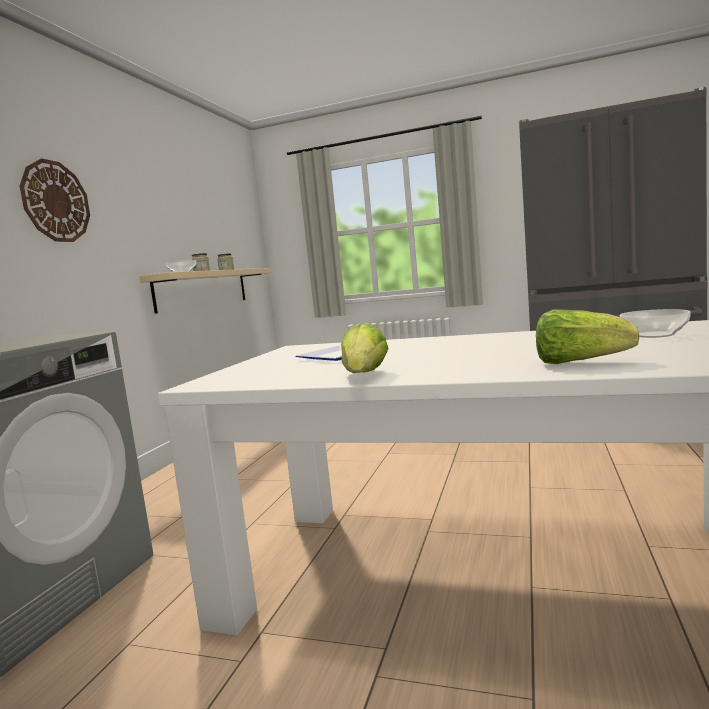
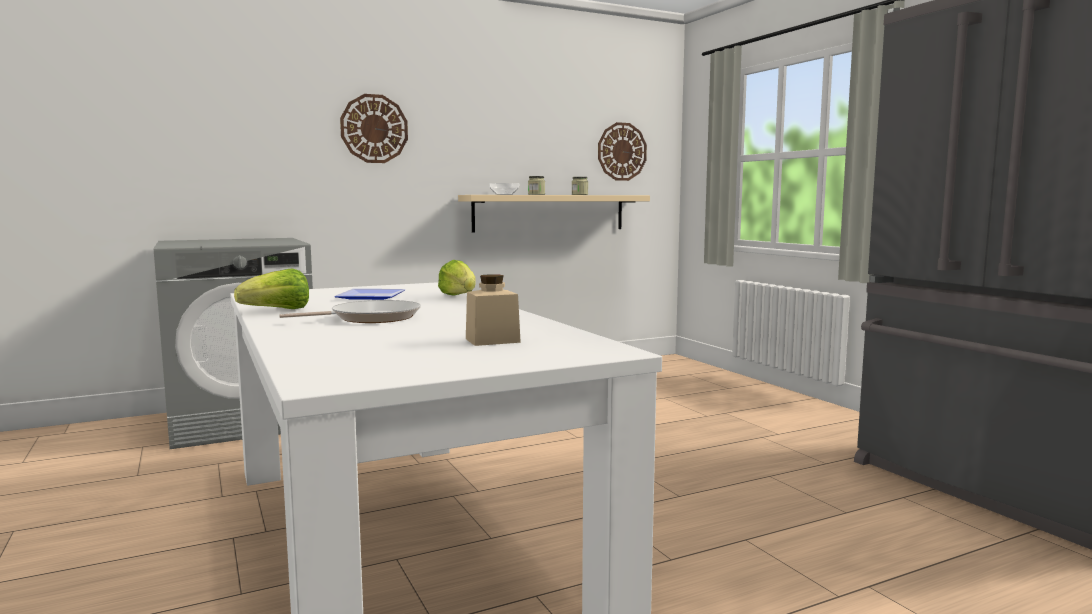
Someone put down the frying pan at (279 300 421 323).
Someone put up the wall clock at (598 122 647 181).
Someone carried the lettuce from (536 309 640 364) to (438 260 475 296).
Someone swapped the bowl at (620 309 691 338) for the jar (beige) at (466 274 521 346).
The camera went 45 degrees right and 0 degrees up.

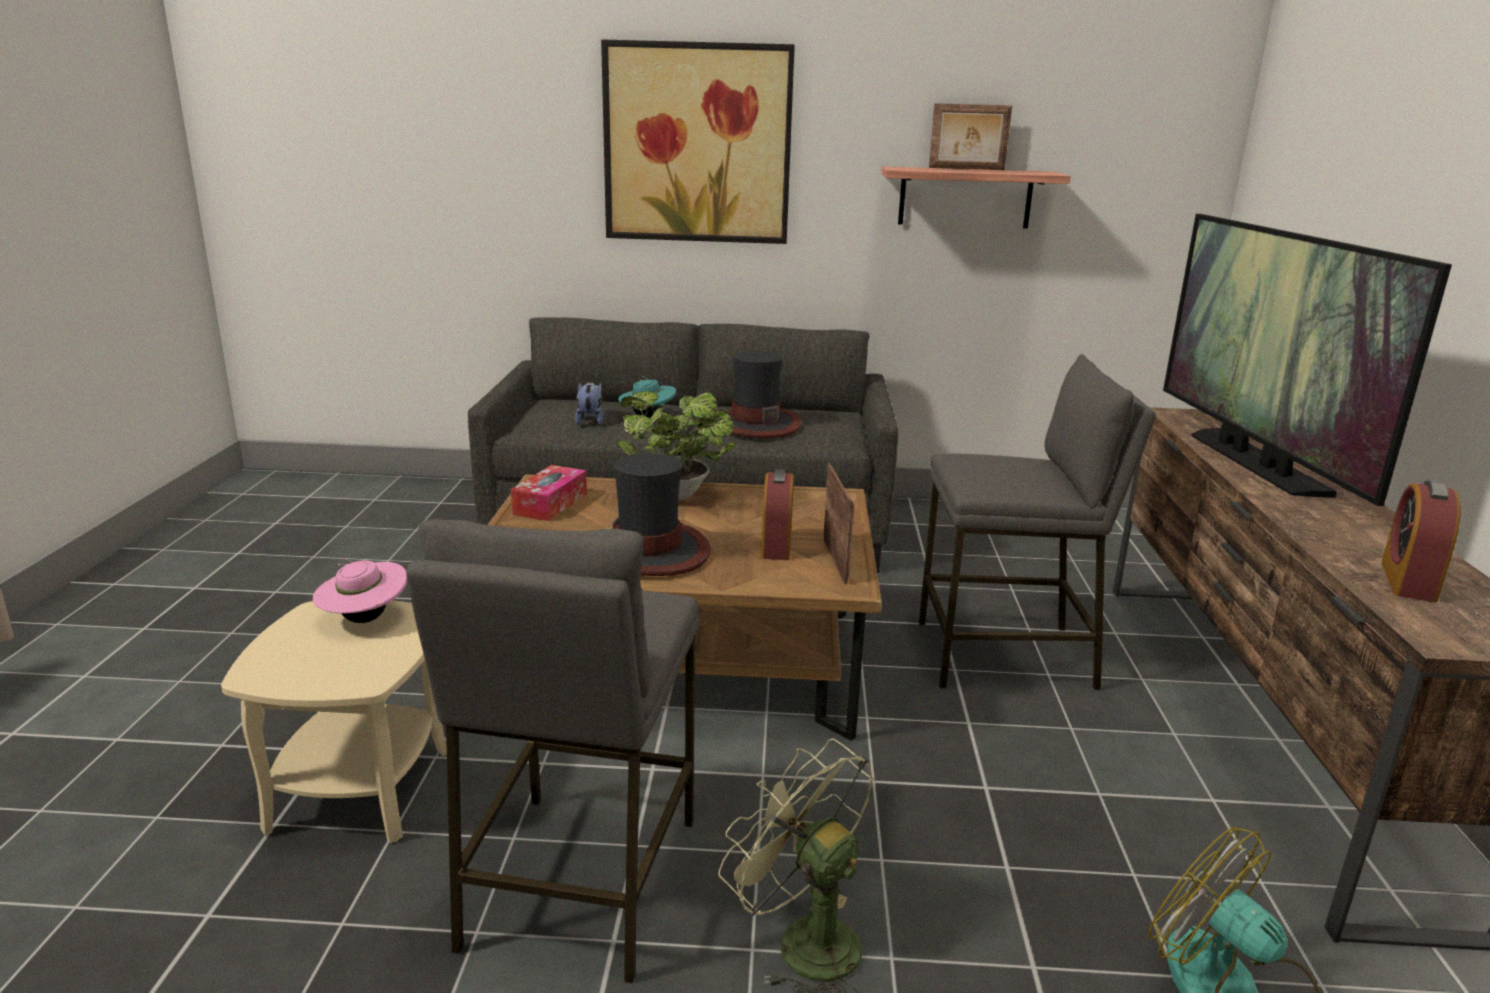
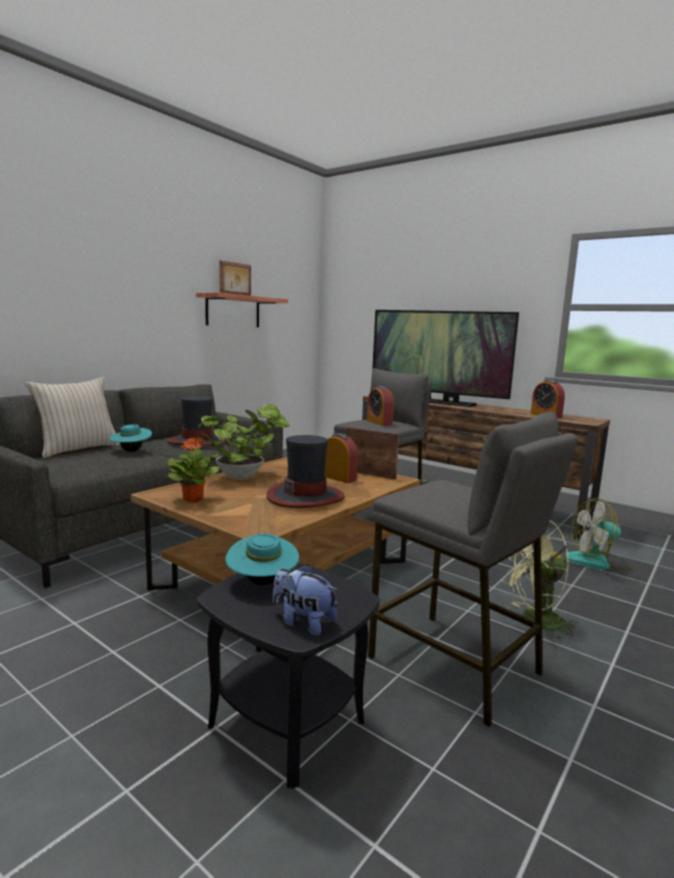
Someone took away the picture at (601 40 795 244).
Someone put down the pillow (beige) at (25 377 121 458).
Someone put down the alarm clock at (367 386 394 426).
Someone carried the plush toy from (575 382 603 425) to (273 564 338 636).
Someone swapped the tissue box at (511 465 587 521) for the potted plant at (168 437 220 502).
Someone repainted the side table (beige) at (221 600 447 843), which became the side table (black) at (197 563 380 789).
Someone repainted the hat (pink) at (313 558 407 623), which became the hat (turquoise) at (225 533 299 585).
The camera went 55 degrees left and 10 degrees down.

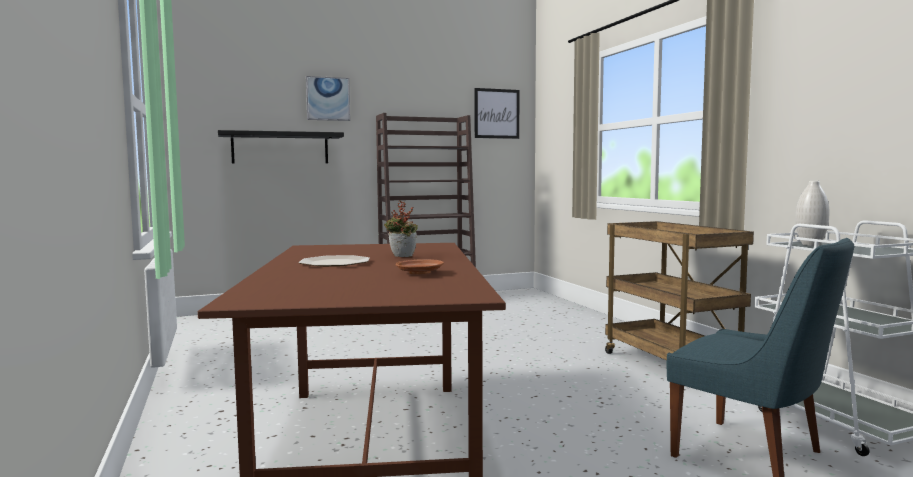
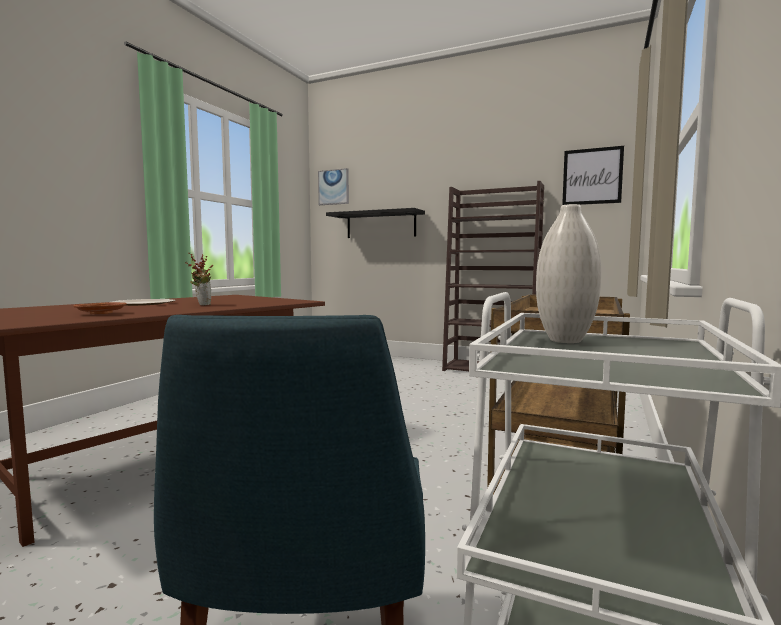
Someone carried the picture from (306 76 350 121) to (318 168 349 205).
The camera went 45 degrees right and 0 degrees up.

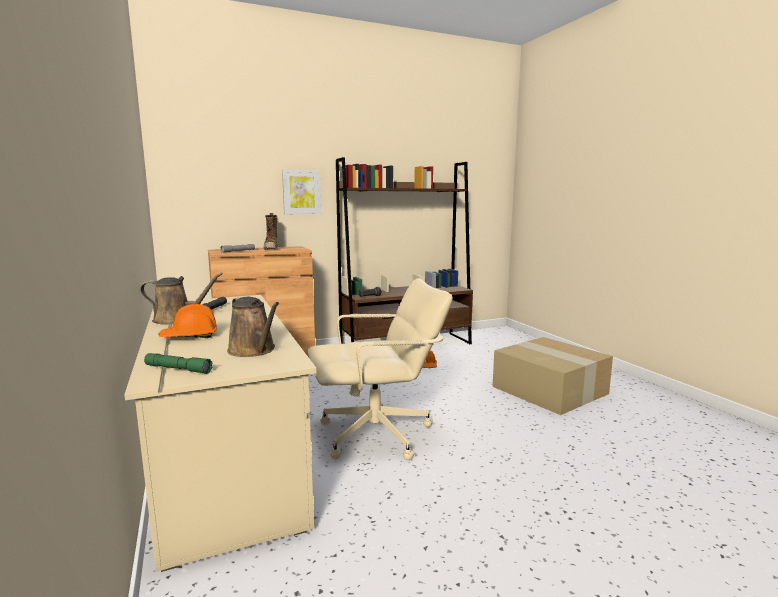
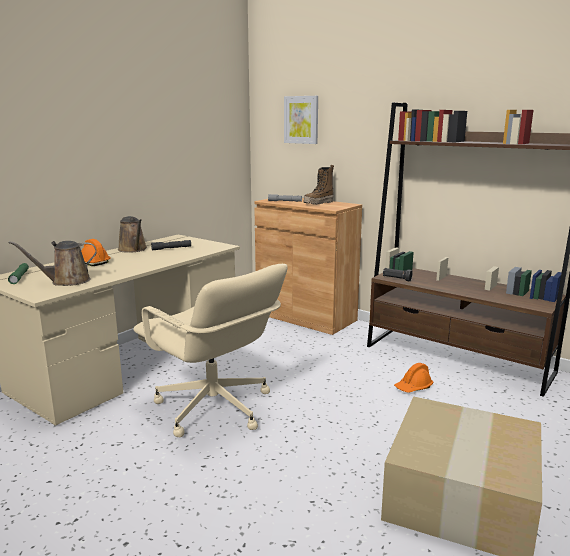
Someone carried the picture from (282 170 321 214) to (284 96 318 144).
Someone rotated the watering can (brown) at (227 297 279 357) by 45 degrees clockwise.
The camera went 60 degrees right and 5 degrees up.

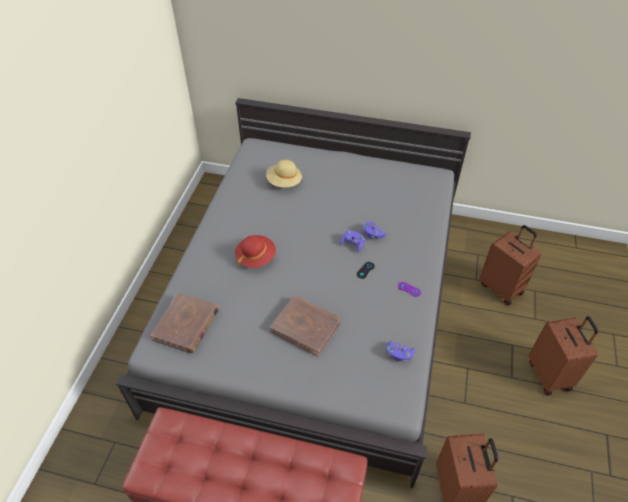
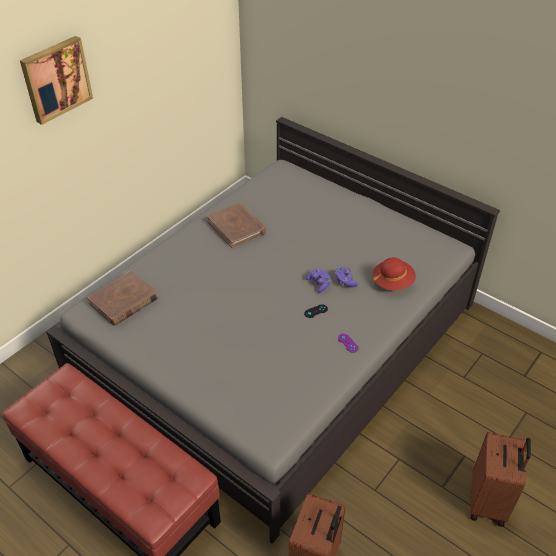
Someone took away the hat (beige) at (266 160 302 187).
Someone took away the game controller (purple) at (387 341 415 362).
Someone took away the suitcase (brown) at (480 225 541 305).
Someone put up the picture at (20 36 93 125).
Someone carried the hat (red) from (235 235 276 268) to (372 257 416 291).
Someone carried the book (brown) from (270 295 341 357) to (207 203 266 248).
The camera went 25 degrees right and 5 degrees down.

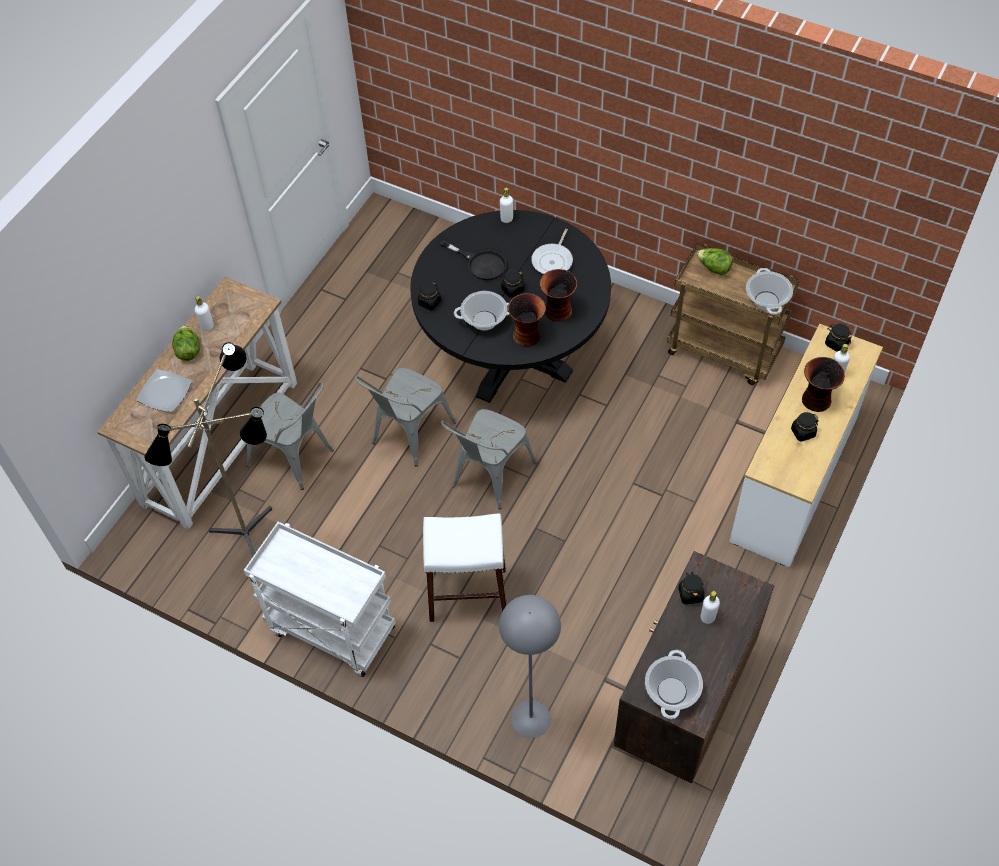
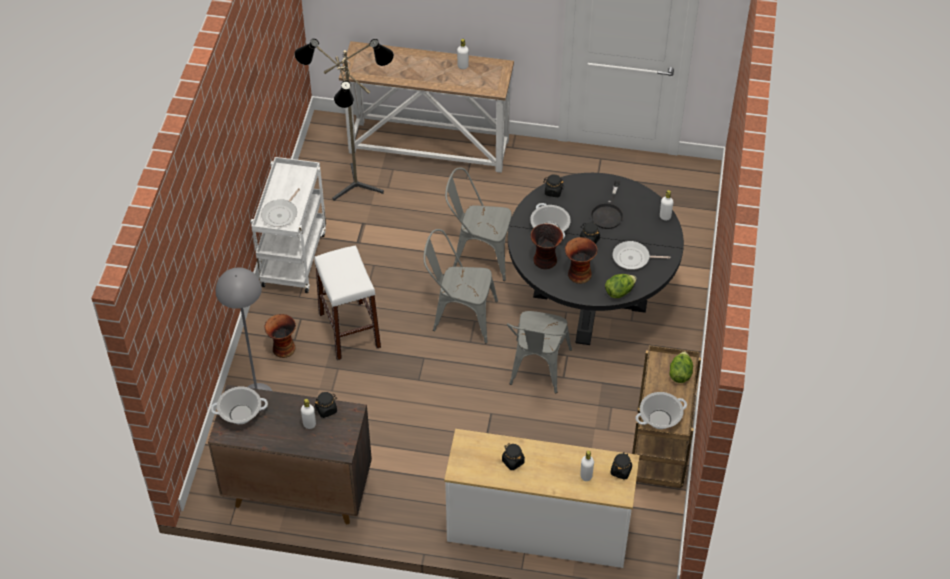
Someone took away the plate at (136 369 192 412).
Someone put down the frying pan at (261 188 300 227).
Someone carried the lettuce from (172 325 200 361) to (605 274 637 298).
Someone carried the chair (grey) from (247 381 334 490) to (507 311 572 393).
Someone carried the vase from (802 357 845 412) to (264 314 296 358).
The camera went 70 degrees right and 5 degrees down.

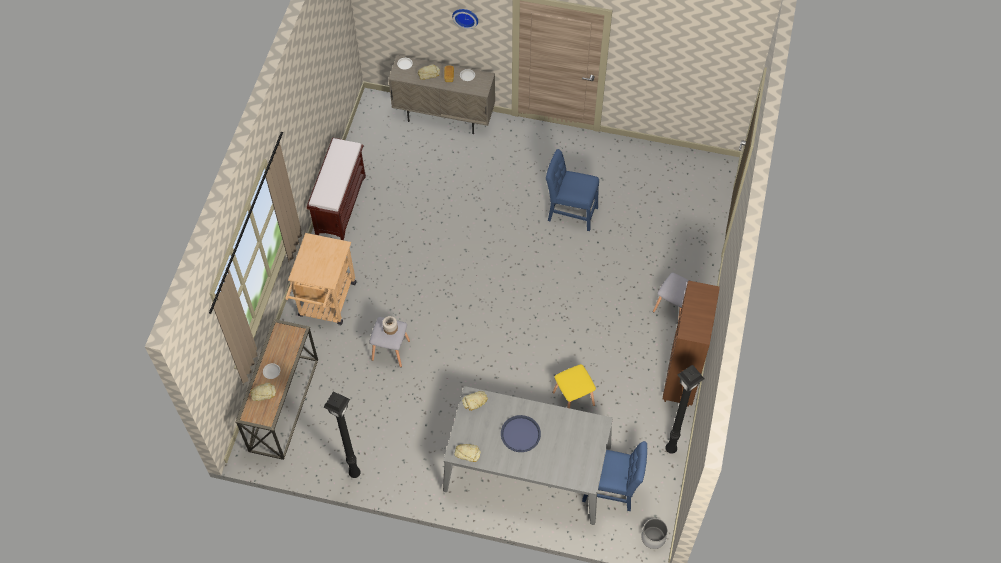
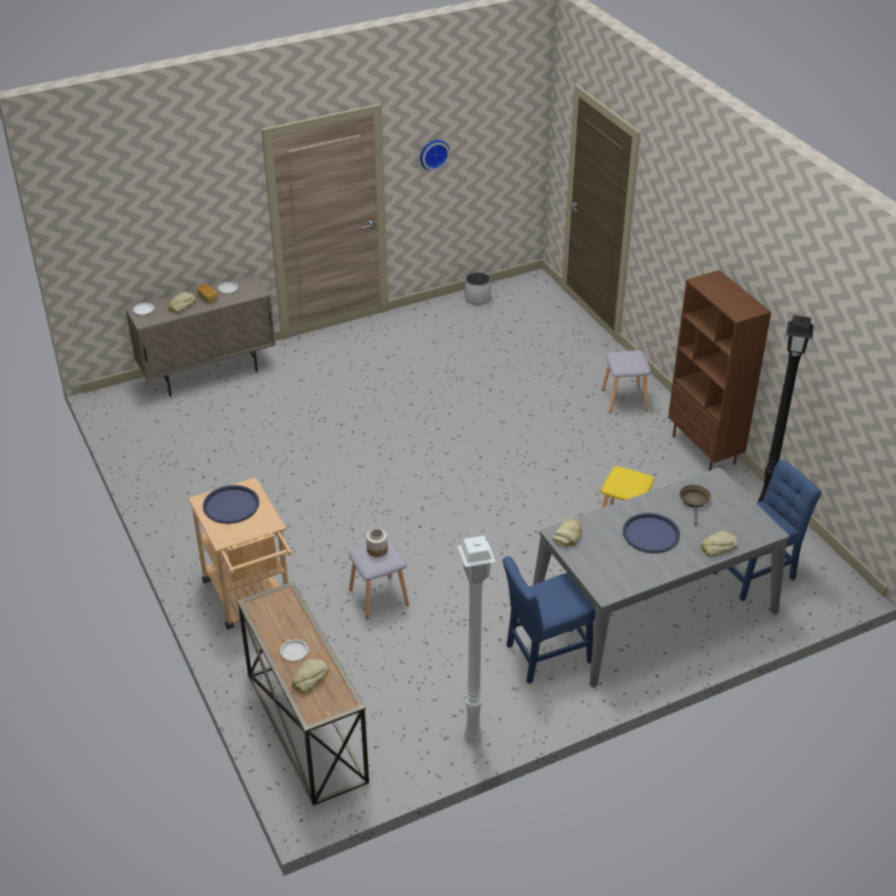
Someone took away the bench (brown) at (307 137 366 240).
Someone put down the tray (blue) at (203 485 259 524).
Someone put down the frying pan (brown) at (679 485 711 526).
Someone carried the wall clock from (452 9 478 29) to (420 140 450 171).
Someone carried the bread from (455 444 481 462) to (701 531 737 556).
Someone carried the chair (blue) from (546 149 599 231) to (503 556 595 684).
Someone carried the planter (white) from (641 518 668 549) to (465 272 491 305).
Someone repainted the floor lamp (black) at (323 391 361 478), which became the floor lamp (white) at (458 536 496 744).
The camera went 40 degrees left and 20 degrees down.

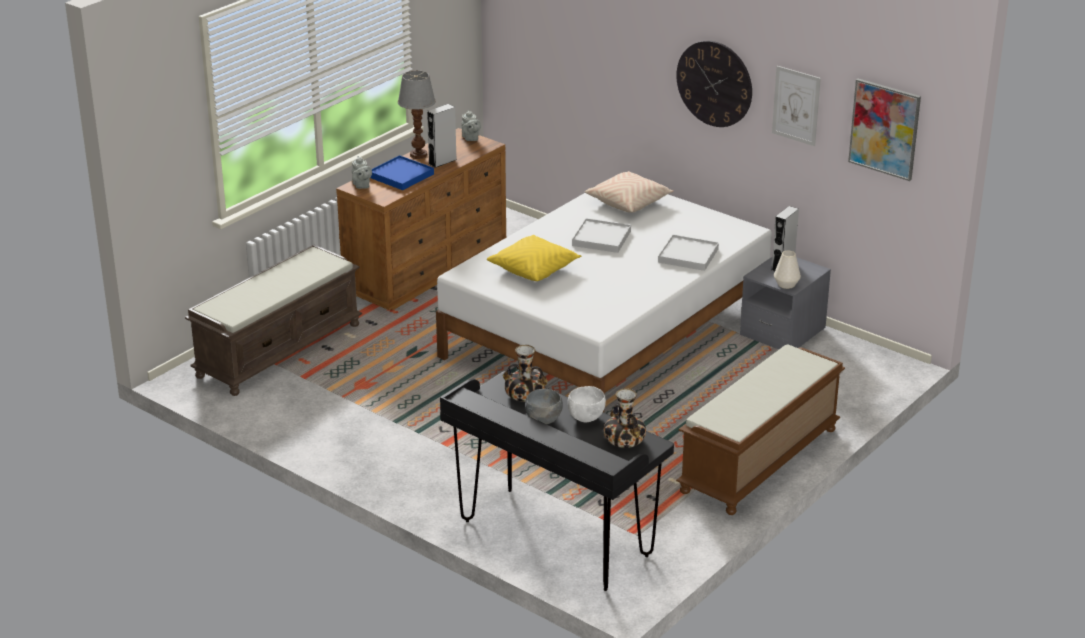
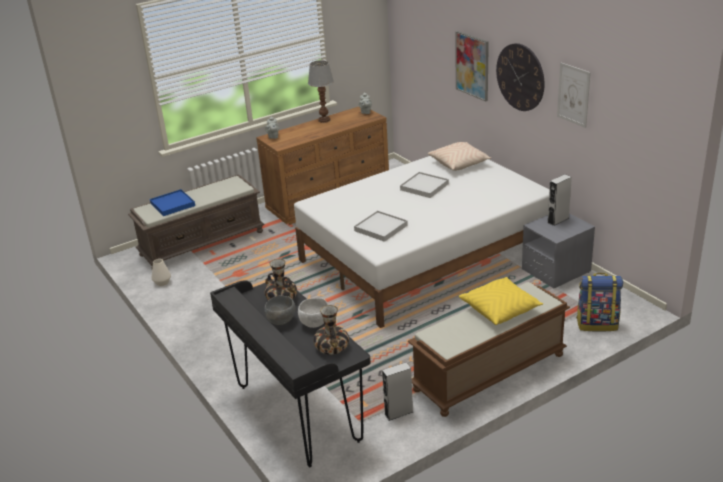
Someone put down the backpack at (576 273 623 331).
Someone carried the tray (blue) from (370 155 434 190) to (150 189 195 216).
Someone carried the speaker (grey) from (427 104 457 168) to (382 362 413 421).
Someone carried the pillow (yellow) from (487 235 581 281) to (459 277 543 325).
Someone carried the tray (white) from (658 235 719 271) to (354 211 408 242).
Someone carried the vase (white) from (774 251 801 289) to (152 259 171 286).
Someone carried the picture from (848 79 921 181) to (455 31 489 102).
The camera went 20 degrees right and 0 degrees up.

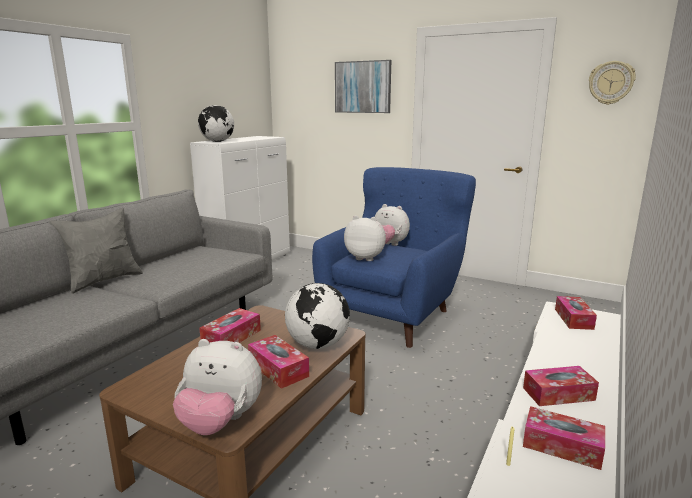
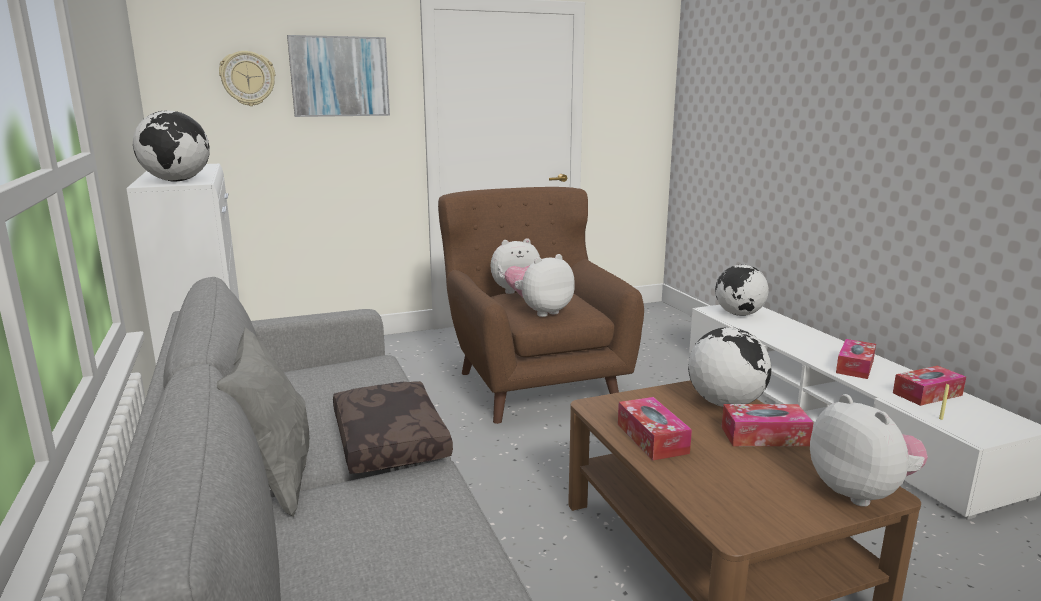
Someone put down the pillow (brown) at (333 381 453 474).
Someone carried the wall clock from (589 61 636 105) to (219 51 275 106).
Someone swapped the tissue box at (555 296 597 330) for the globe at (715 265 769 316).
Someone repainted the armchair (blue) at (312 167 476 348), which became the armchair (brown) at (438 187 644 424).
Someone rotated the plush toy at (173 339 262 435) by 75 degrees counterclockwise.
The camera went 50 degrees left and 0 degrees up.

